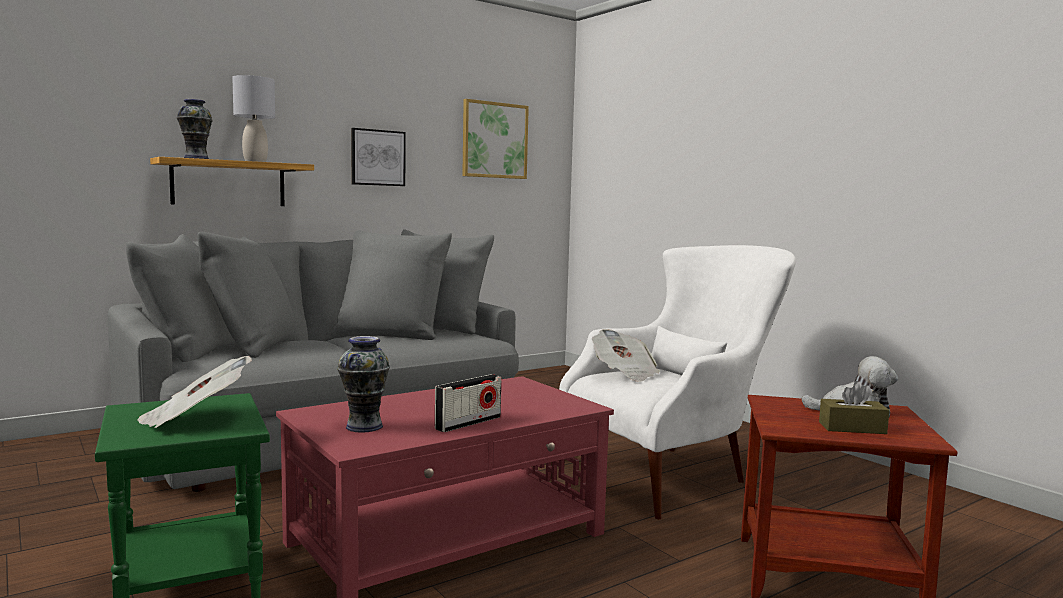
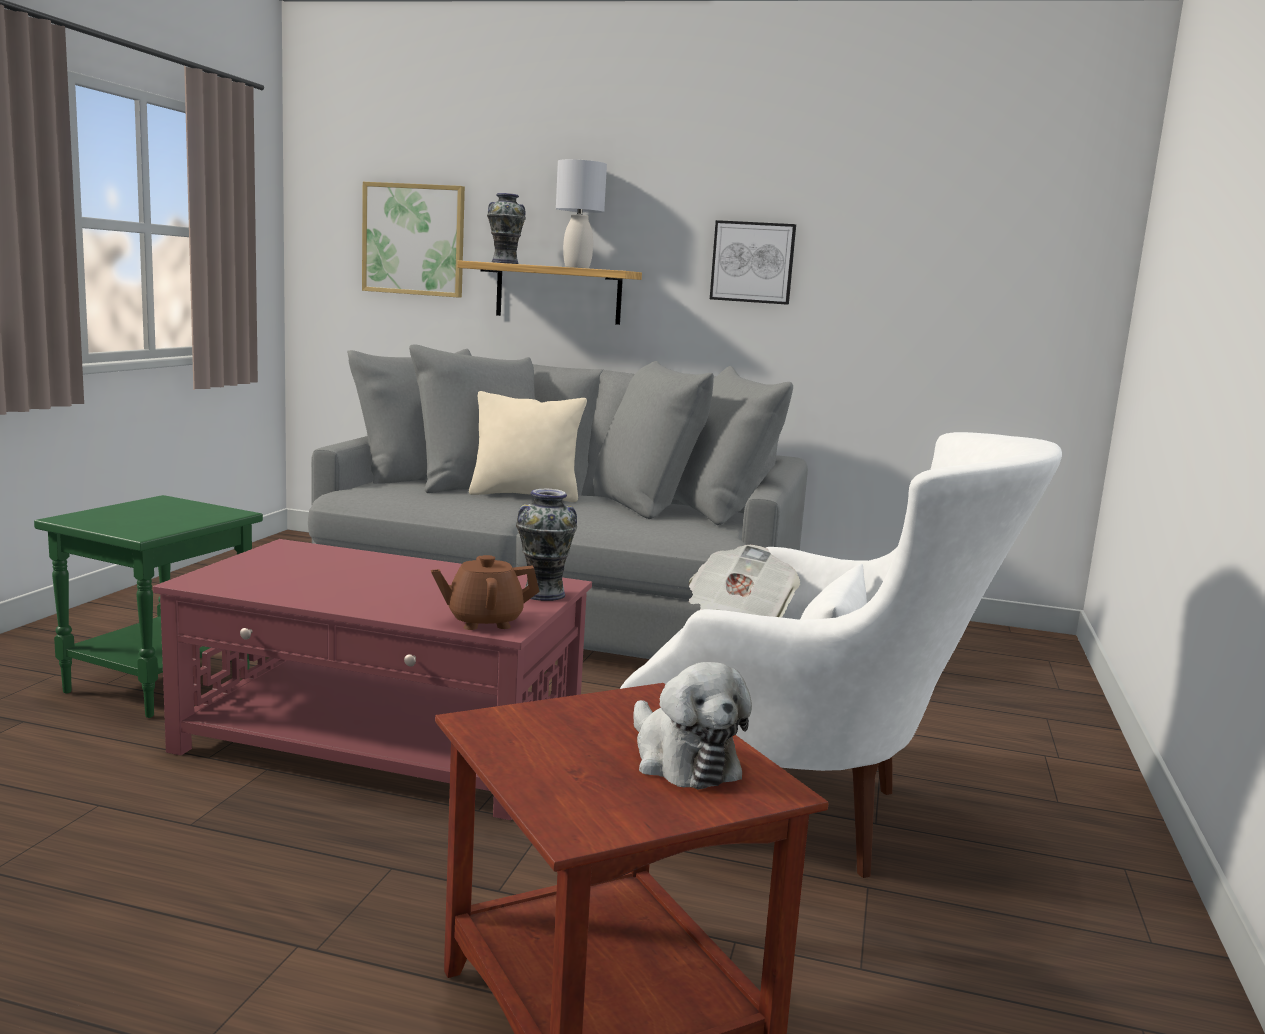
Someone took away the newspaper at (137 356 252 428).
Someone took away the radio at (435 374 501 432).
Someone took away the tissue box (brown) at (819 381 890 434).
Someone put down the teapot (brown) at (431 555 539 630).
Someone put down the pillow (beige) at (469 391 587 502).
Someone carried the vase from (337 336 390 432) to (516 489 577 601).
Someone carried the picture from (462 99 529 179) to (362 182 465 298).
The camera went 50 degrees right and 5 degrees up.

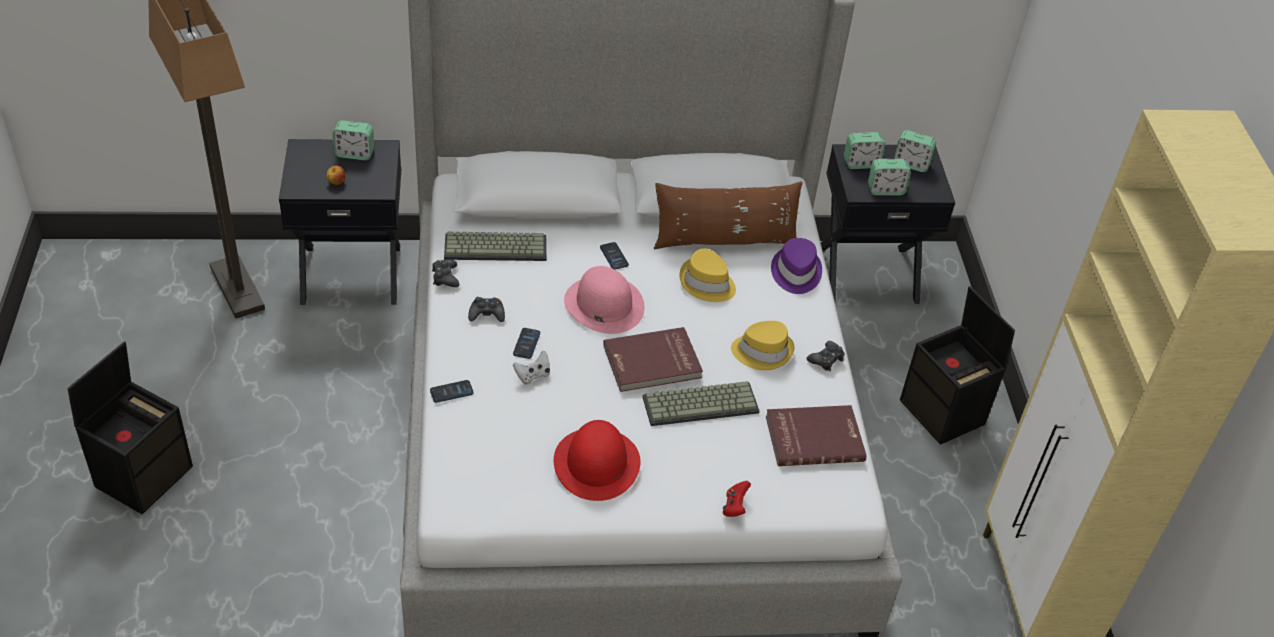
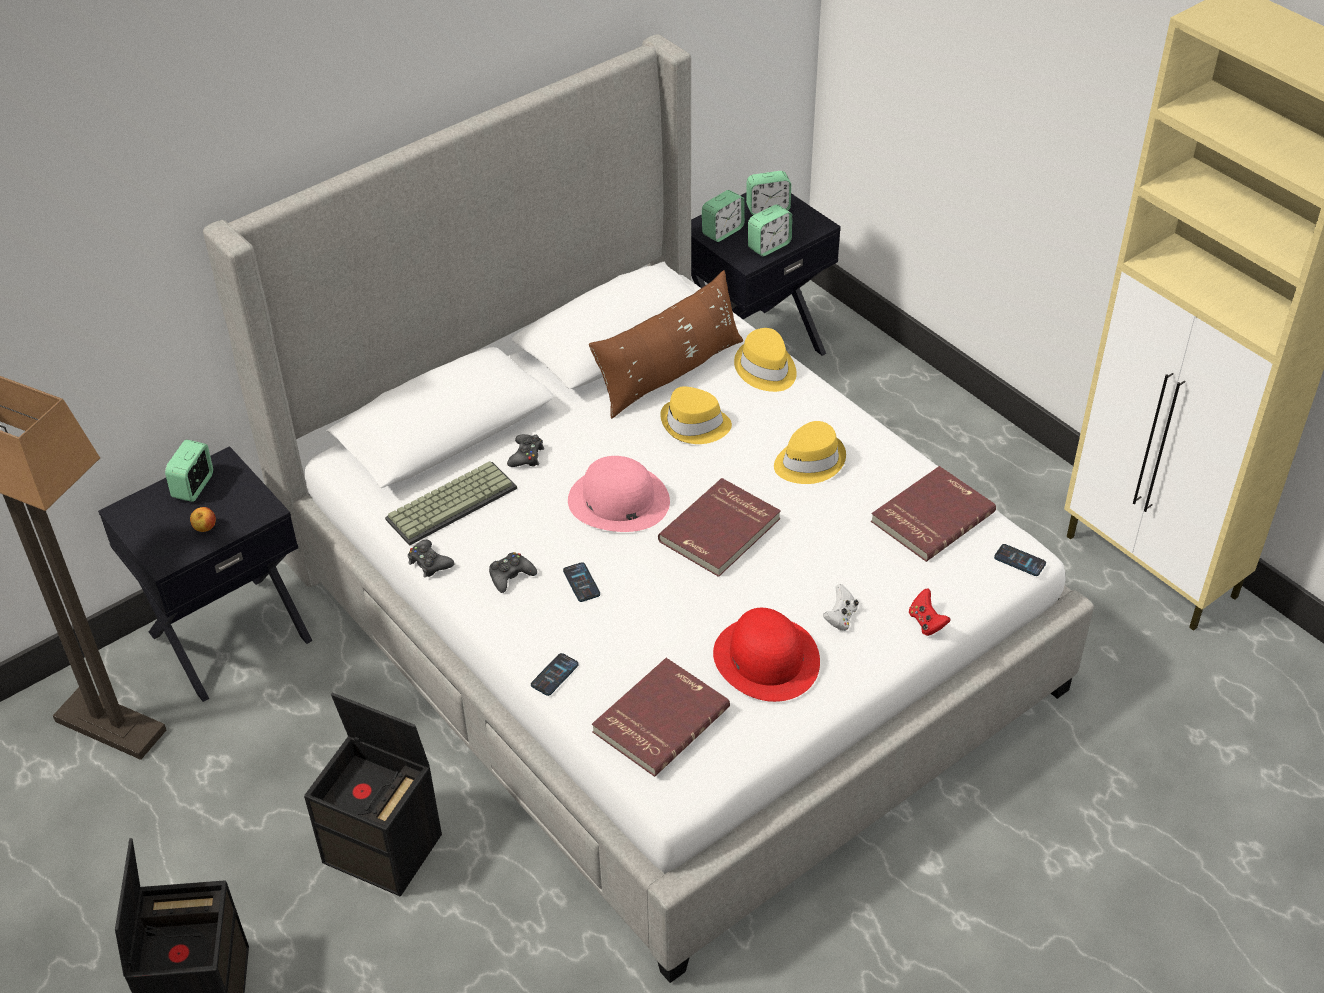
Someone took away the keyboard at (642 381 760 426).
Someone put down the book (red) at (592 658 730 777).
Someone carried the game controller (white) from (513 351 550 385) to (823 584 859 631).
Someone carried the phone from (600 242 629 270) to (994 544 1046 576).
Someone carried the game controller (black) from (806 341 845 371) to (507 434 544 467).
Someone carried the storage box (black) from (900 286 1015 445) to (304 693 442 897).
Someone repainted the hat (purple) at (771 238 822 294), which became the hat (yellow) at (734 328 797 392).
Someone rotated the alarm clock at (332 120 374 160) by 135 degrees clockwise.
The camera went 30 degrees left and 0 degrees up.

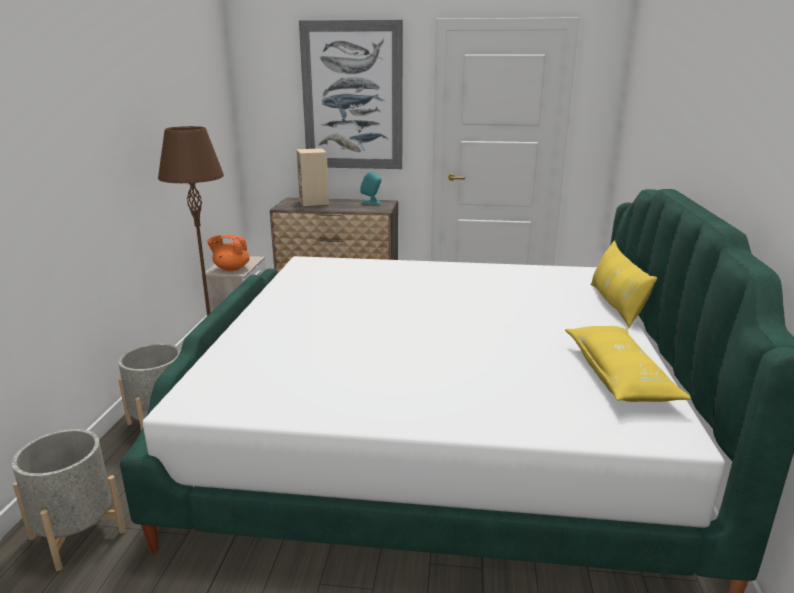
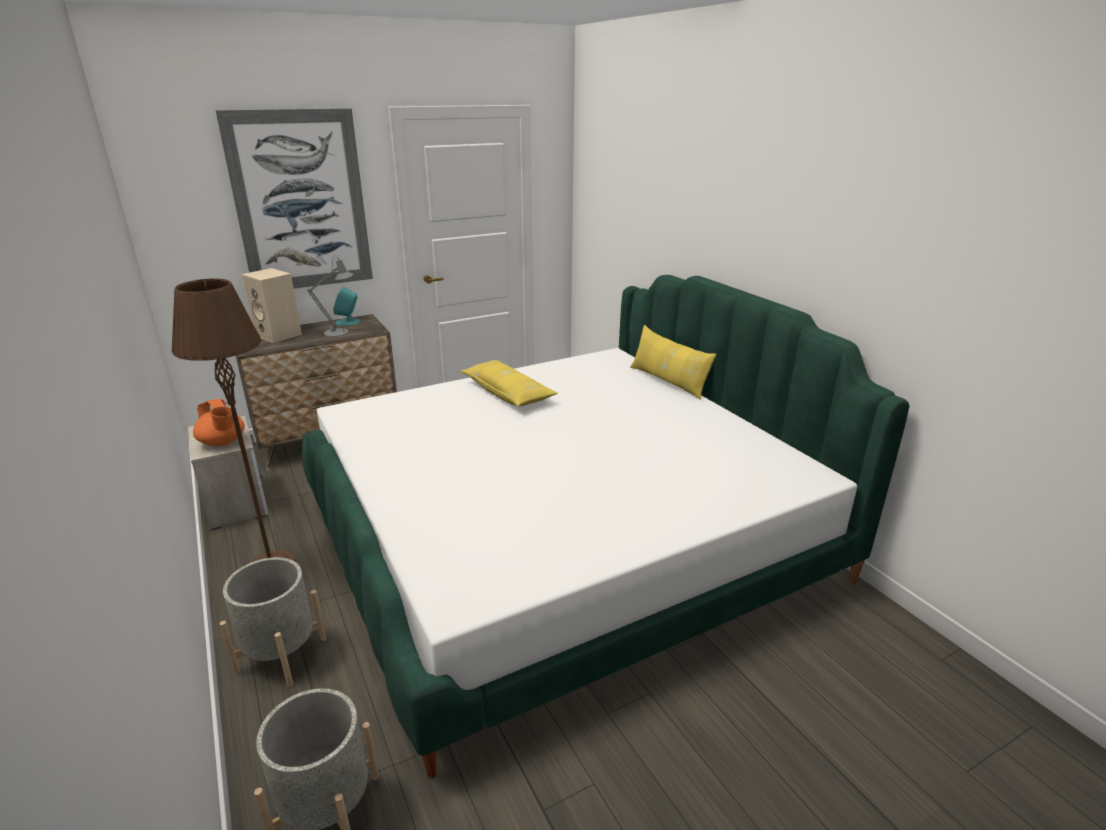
Someone put down the table lamp (grey) at (307 256 353 337).
Someone carried the pillow (yellow) from (565 326 691 402) to (460 360 558 406).
Someone rotated the teapot (orange) at (207 235 250 271) by 105 degrees counterclockwise.
The camera went 35 degrees left and 5 degrees up.

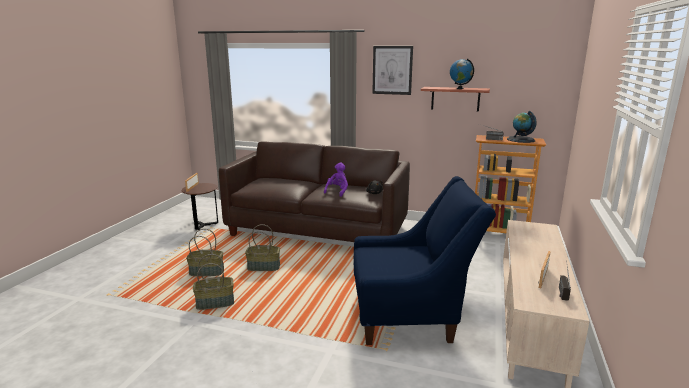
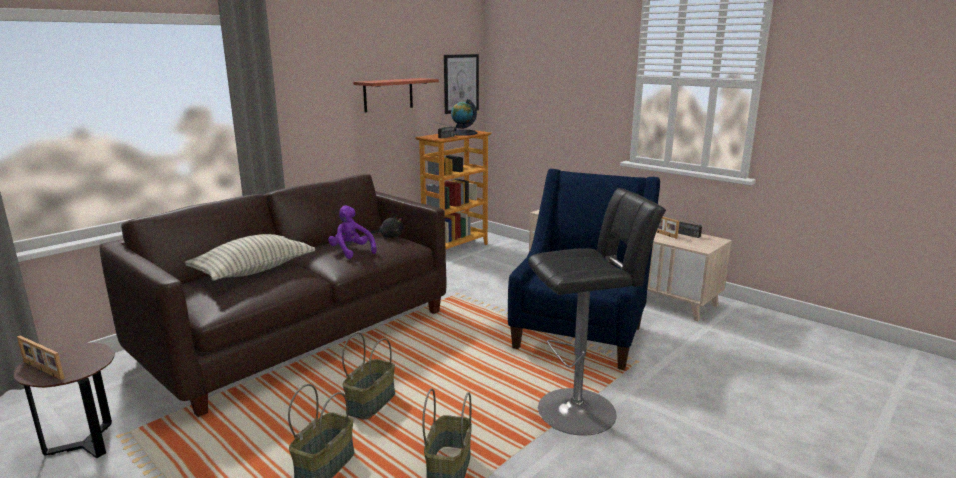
Someone took away the globe at (450 58 474 89).
Someone put down the pillow at (185 234 315 281).
Someone put down the stool (black) at (528 188 666 435).
Someone carried the picture from (372 46 413 95) to (444 54 479 114).
The camera went 65 degrees left and 0 degrees up.

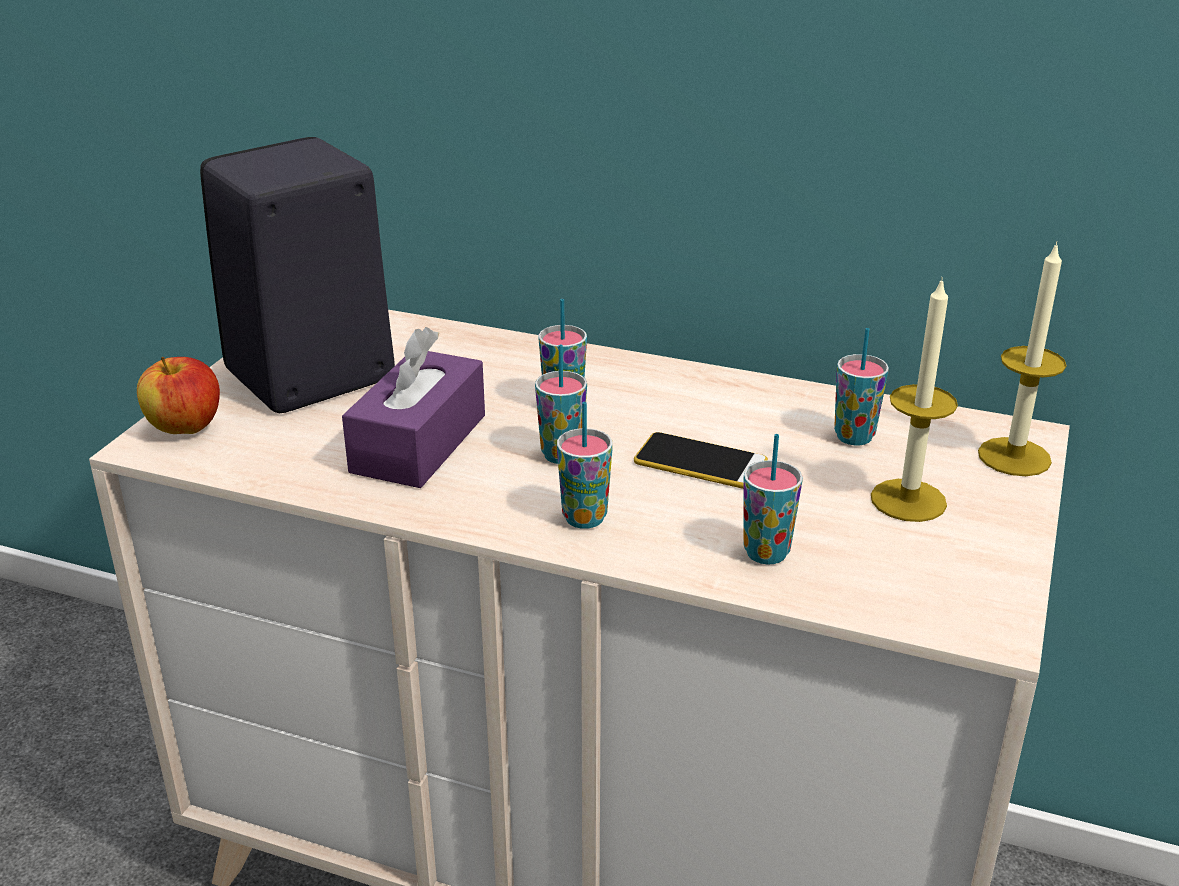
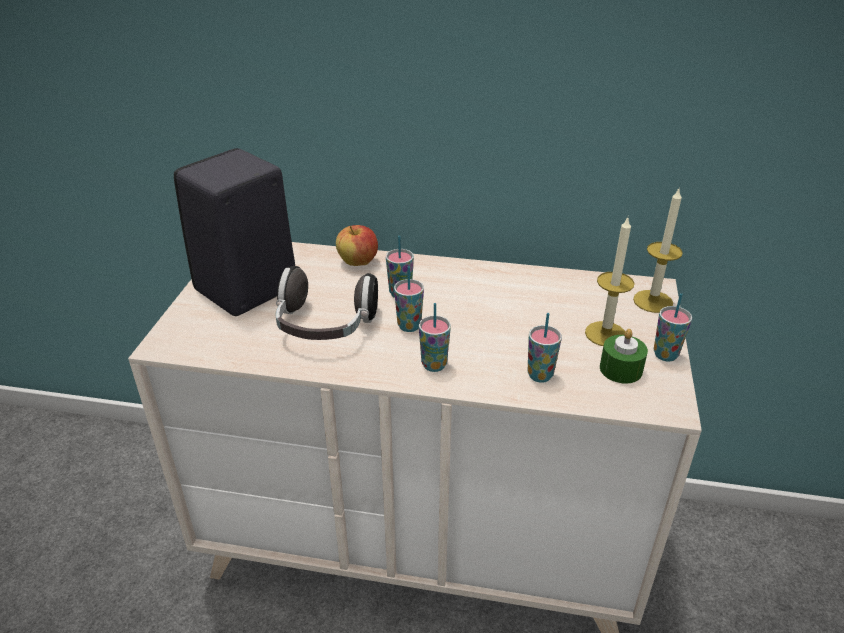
Someone took away the phone at (634 432 768 489).
Someone put down the candle (green) at (600 329 648 384).
Someone carried the apple from (137 357 220 434) to (336 225 378 266).
Someone carried the cup from (834 328 889 445) to (654 293 692 362).
Someone swapped the tissue box (purple) at (342 327 485 488) for the headphones at (276 266 378 340).
The camera went 10 degrees left and 5 degrees up.

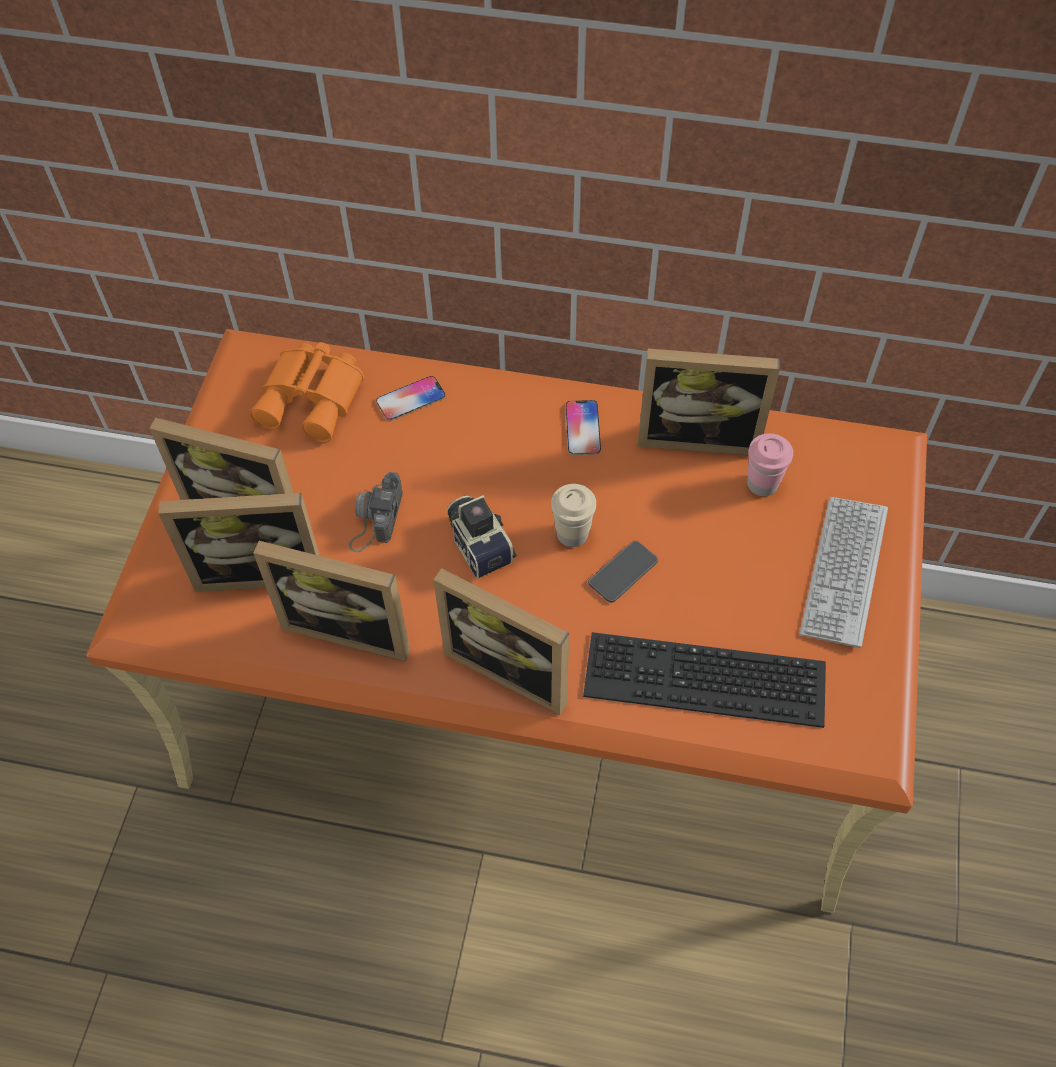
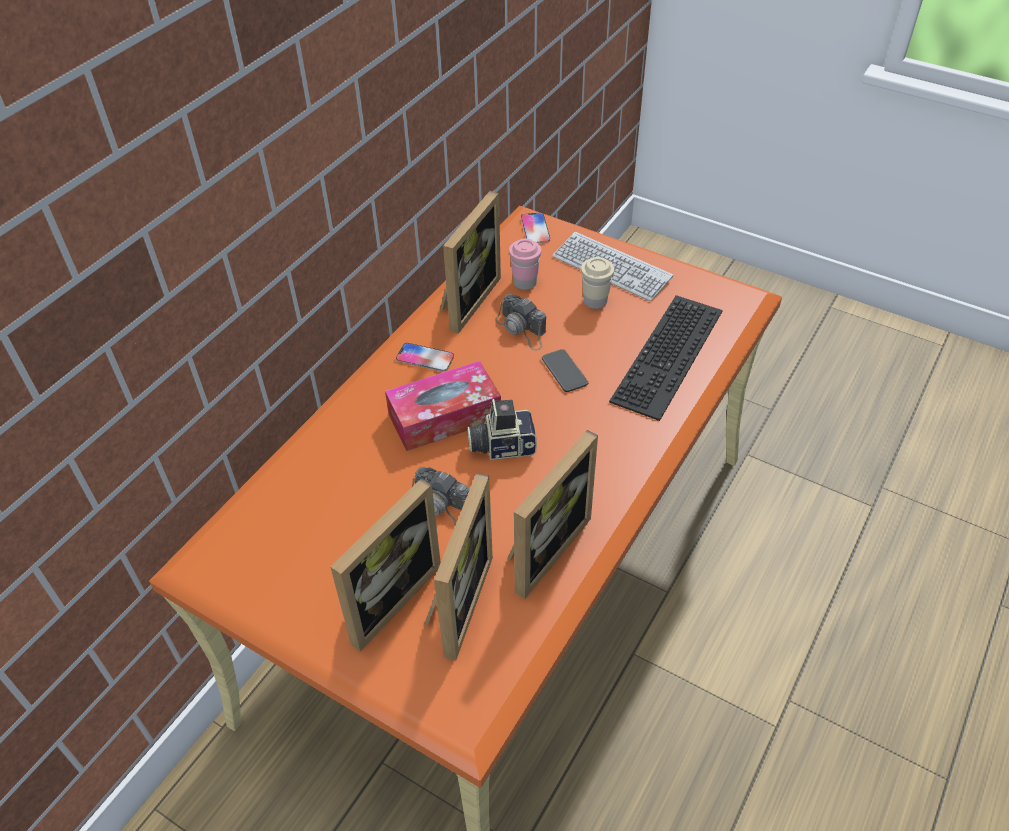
Someone took away the binoculars (orange) at (250 342 364 443).
Someone took away the picture frame at (433 568 570 716).
Someone put down the tissue box at (385 361 501 451).
Someone put down the photo camera at (495 294 546 351).
Someone carried the phone from (376 376 445 421) to (521 212 550 243).
Someone carried the cup (beige) from (551 484 596 547) to (581 257 614 309).
The camera went 70 degrees left and 10 degrees down.

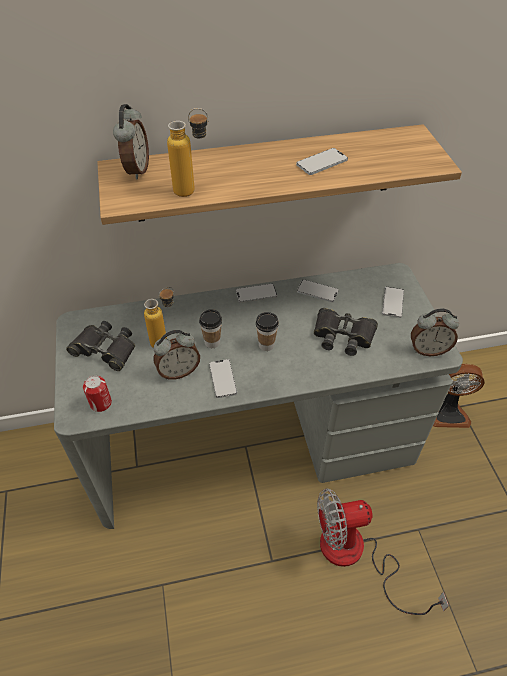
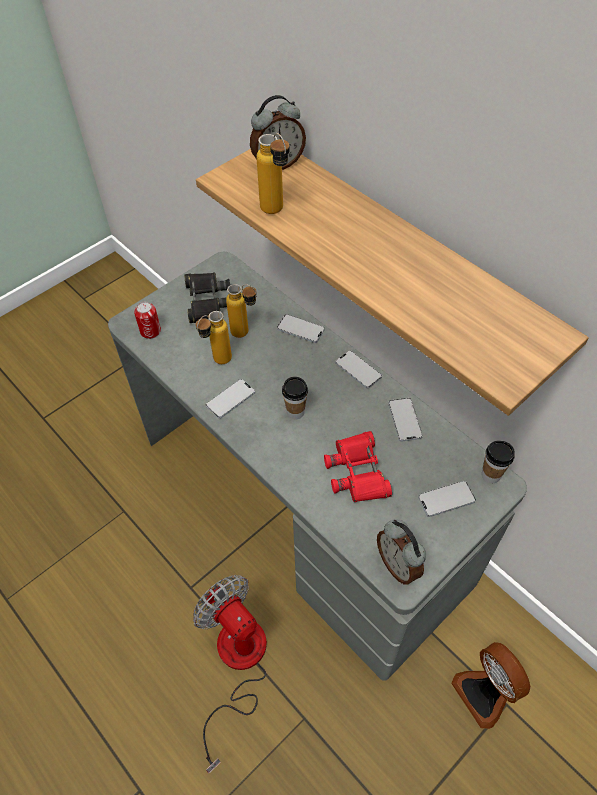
Someone carried the cup from (199 309 222 348) to (482 440 515 483).
Someone carried the phone from (296 148 348 175) to (277 314 325 343).
Someone swapped the alarm clock at (154 330 200 380) for the bottle at (196 311 232 364).
Someone repainted the binoculars (black) at (314 308 378 356), which became the binoculars (red) at (324 431 392 502).
The camera went 60 degrees right and 5 degrees up.

